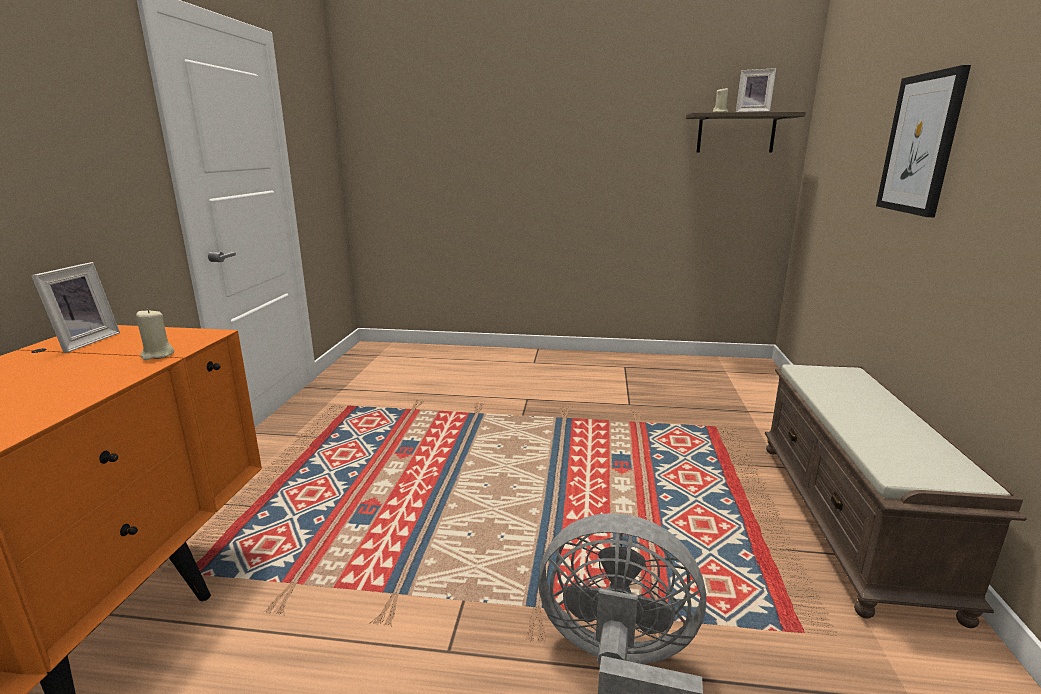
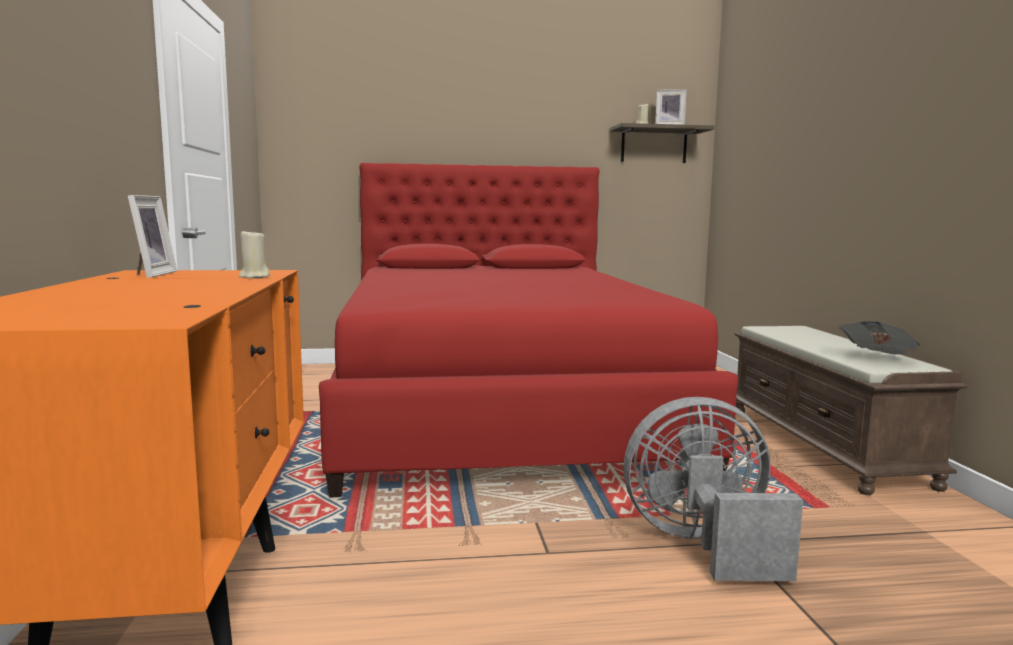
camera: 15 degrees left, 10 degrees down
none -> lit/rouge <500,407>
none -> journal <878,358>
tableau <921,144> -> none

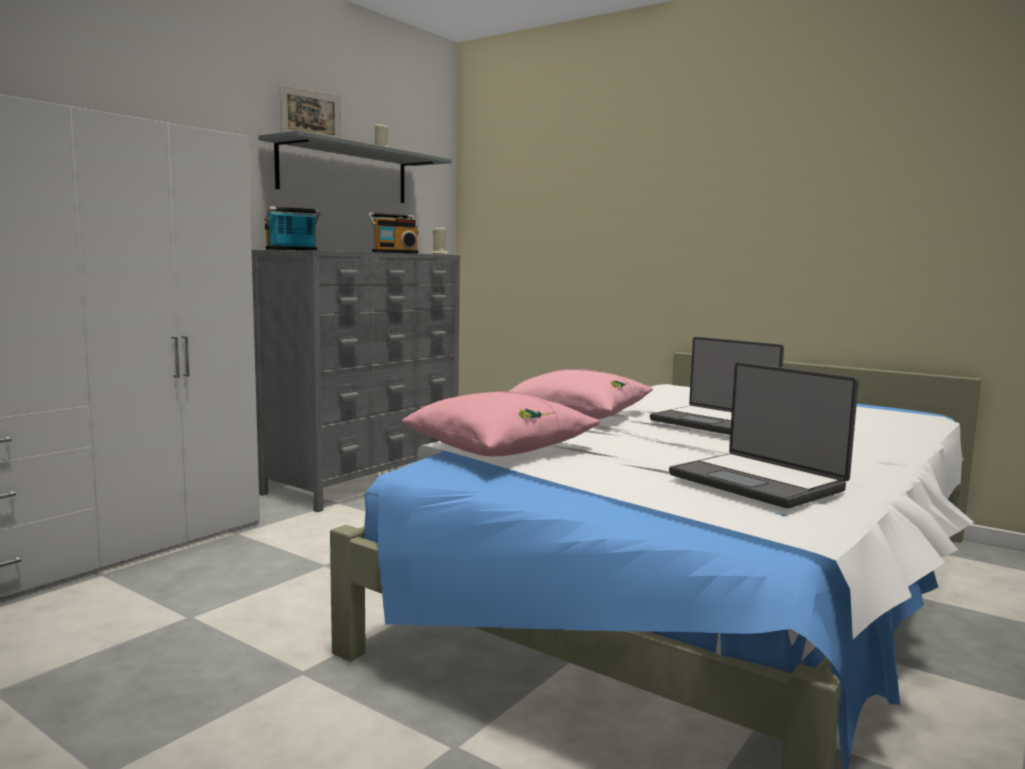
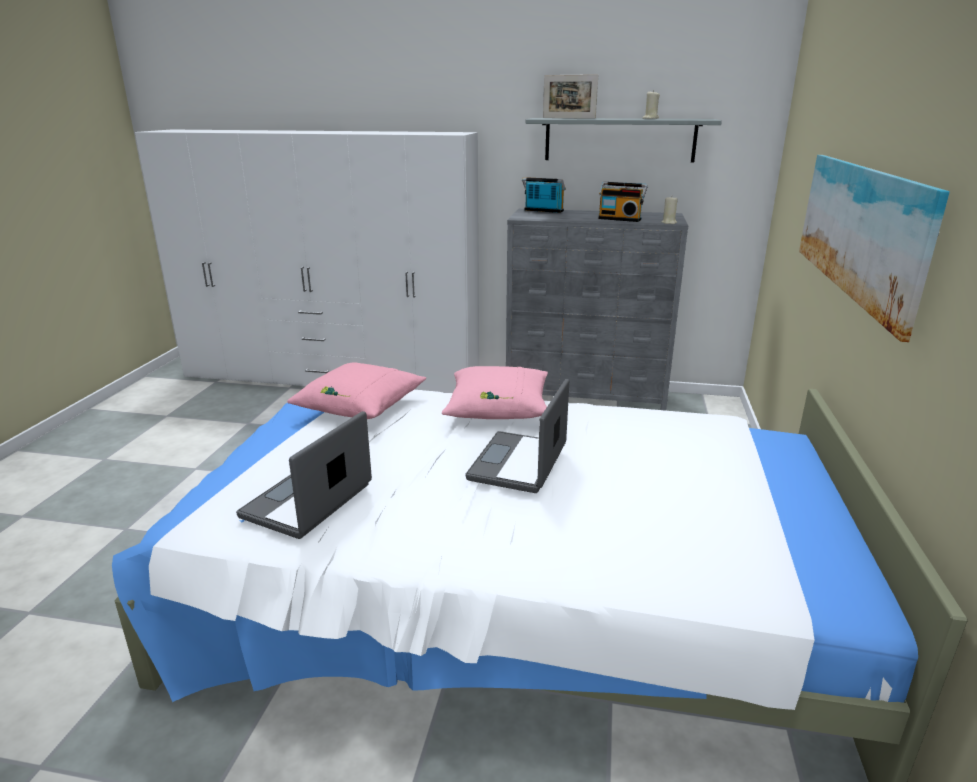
camera: 65 degrees right, 15 degrees up
none -> tableau <863,229>

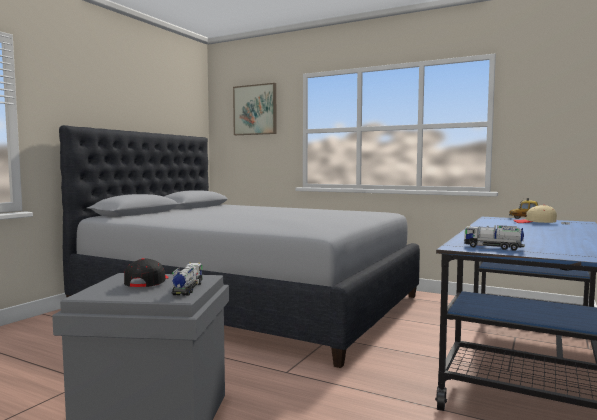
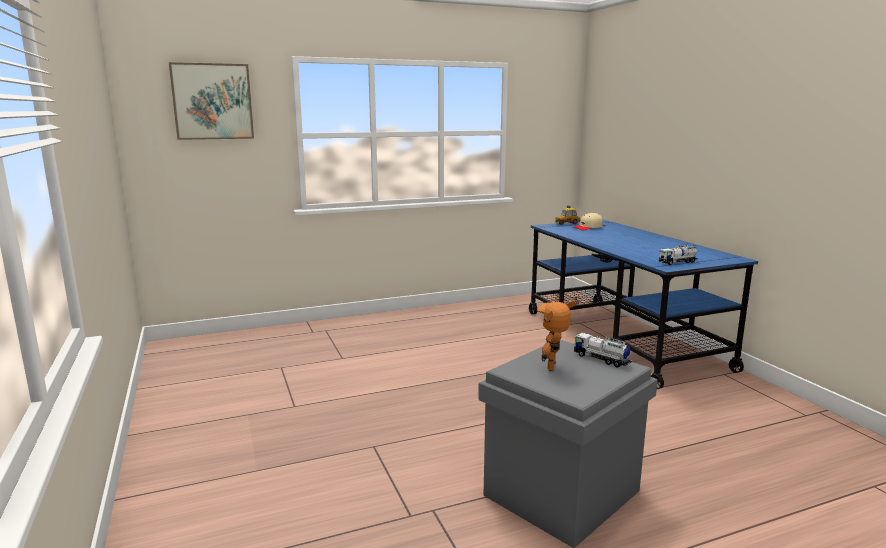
camera: 50 degrees left, 10 degrees up
casquette/noir <147,282> -> robot jouet <555,367>
lit/gris <249,302> -> none

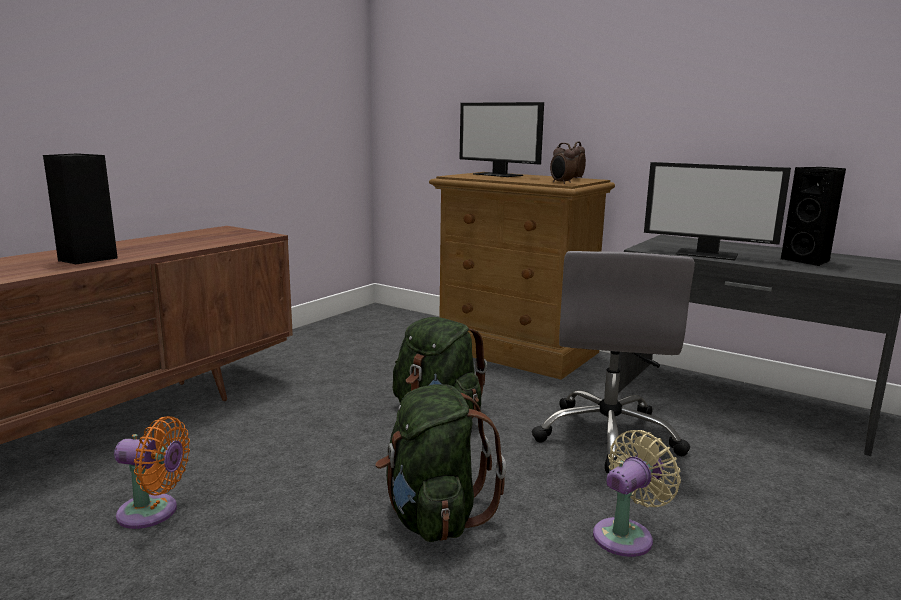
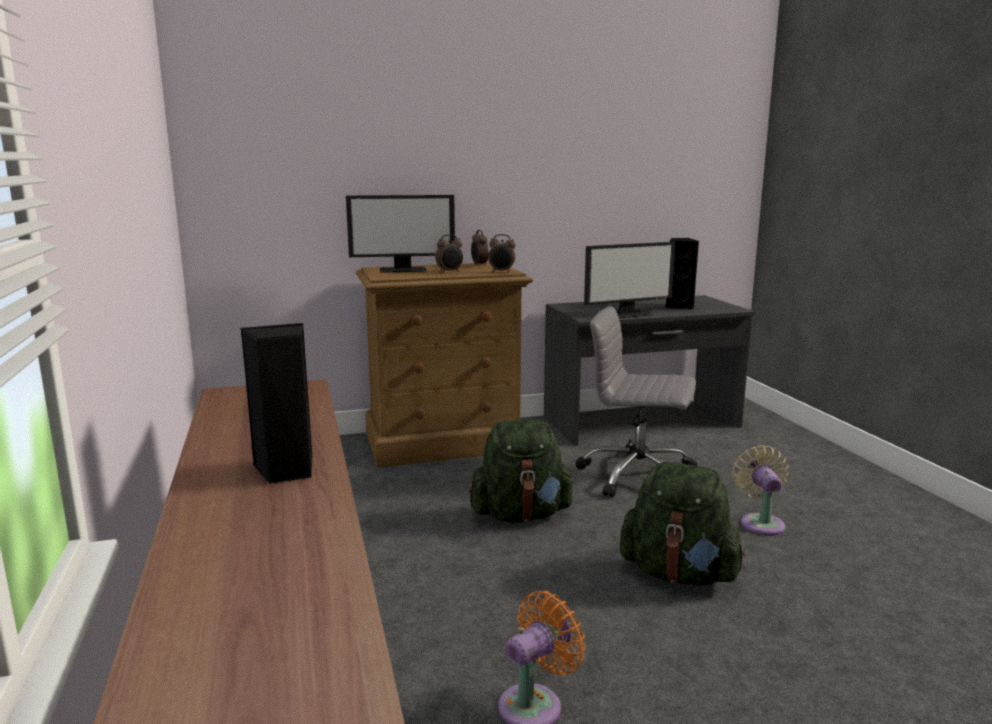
camera: 50 degrees left, 0 degrees up
none -> réveil <449,271>
chaise de bureau/gris <608,437> -> chaise de bureau/gris <637,475>, 150 degrees clockwise

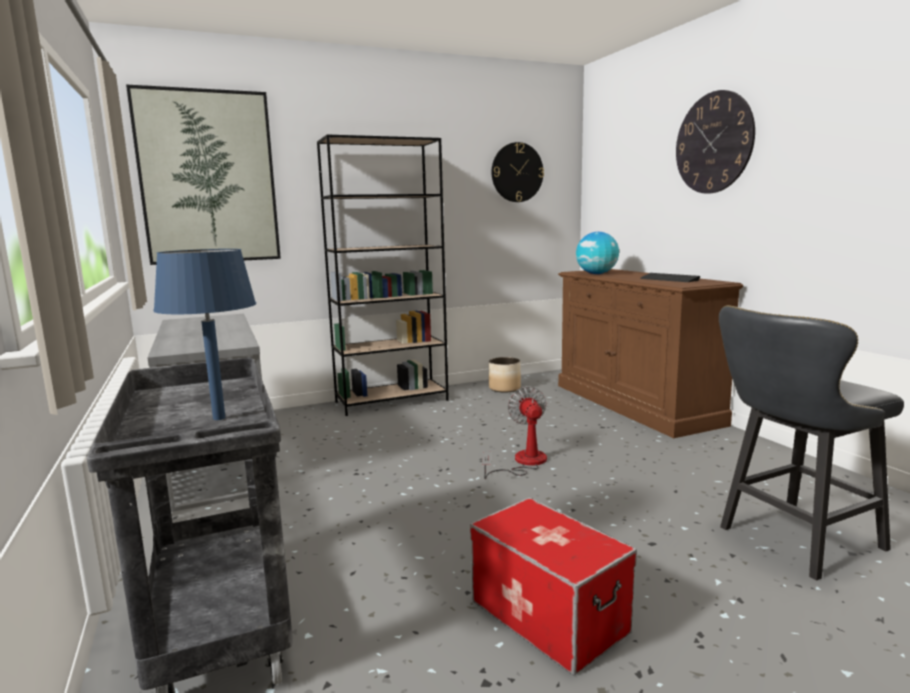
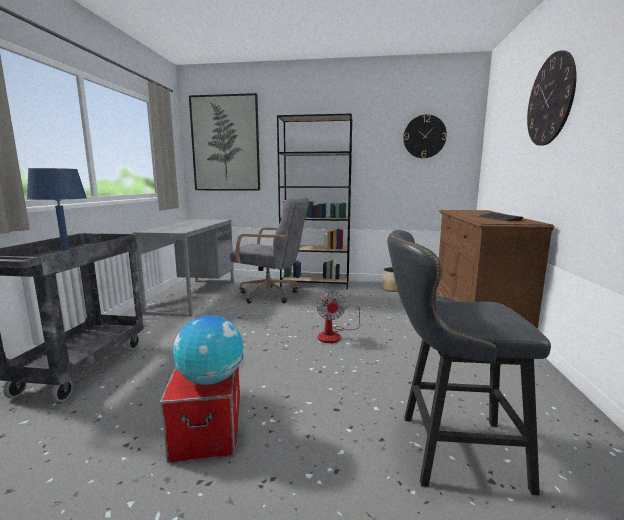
camera: 30 degrees right, 0 degrees up
globe <596,274> -> globe <211,379>, move
none -> chaise de bureau/gris <271,296>
ventilateur <523,463> -> ventilateur <334,335>, 150 degrees clockwise

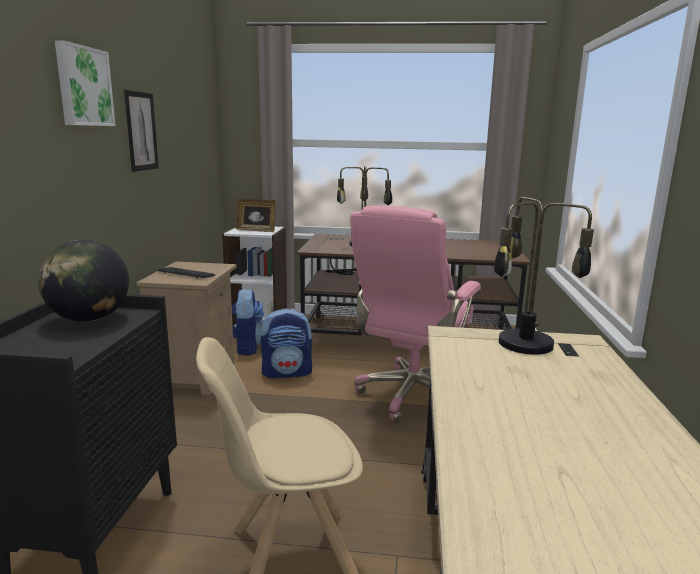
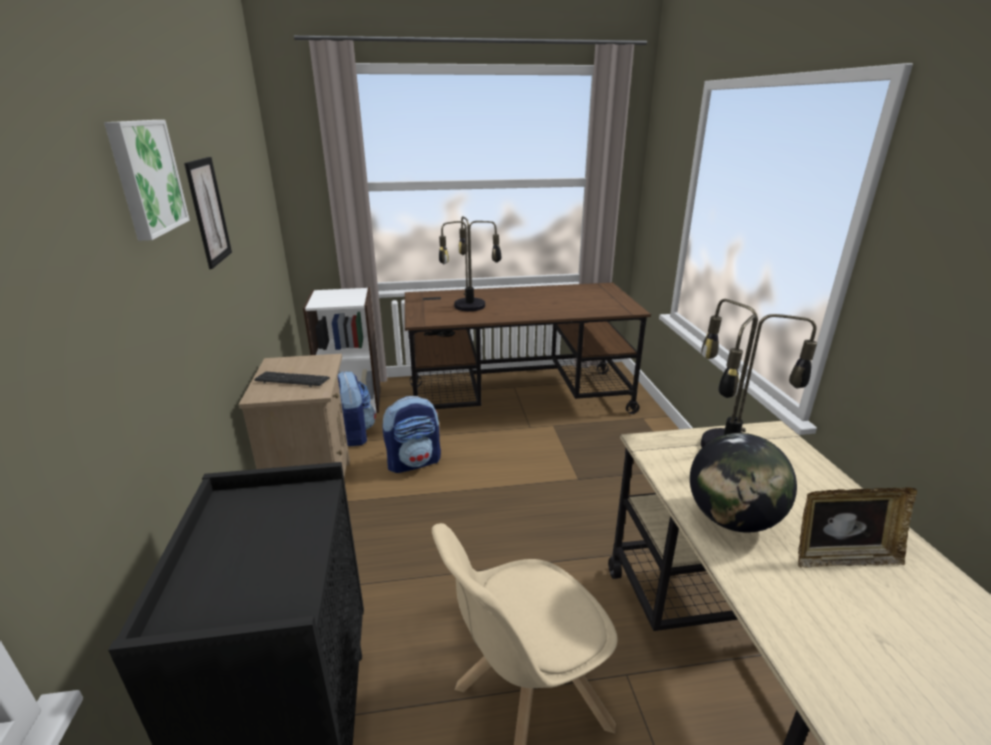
camera: 15 degrees left, 10 degrees up
globe <89,319> -> globe <731,519>, move
cadre photo <256,230> -> cadre photo <842,558>, move
chaise de bureau/rose <410,396> -> none

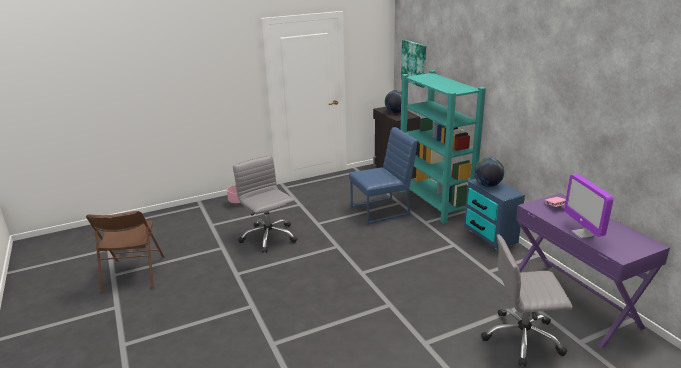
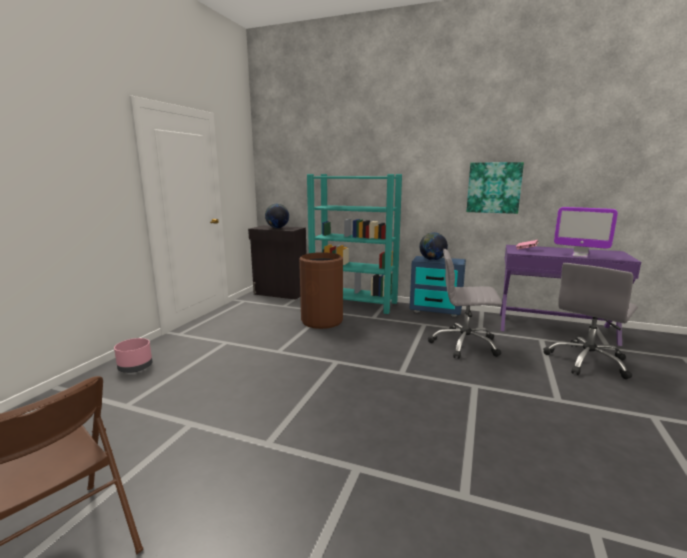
camera: 45 degrees left, 10 degrees down
chaise/bleu <382,210> -> poubelle/marron <322,321>
chaise de bureau/gris <268,237> -> chaise de bureau/gris <464,344>, move
tableau <414,63> -> tableau <494,187>, move

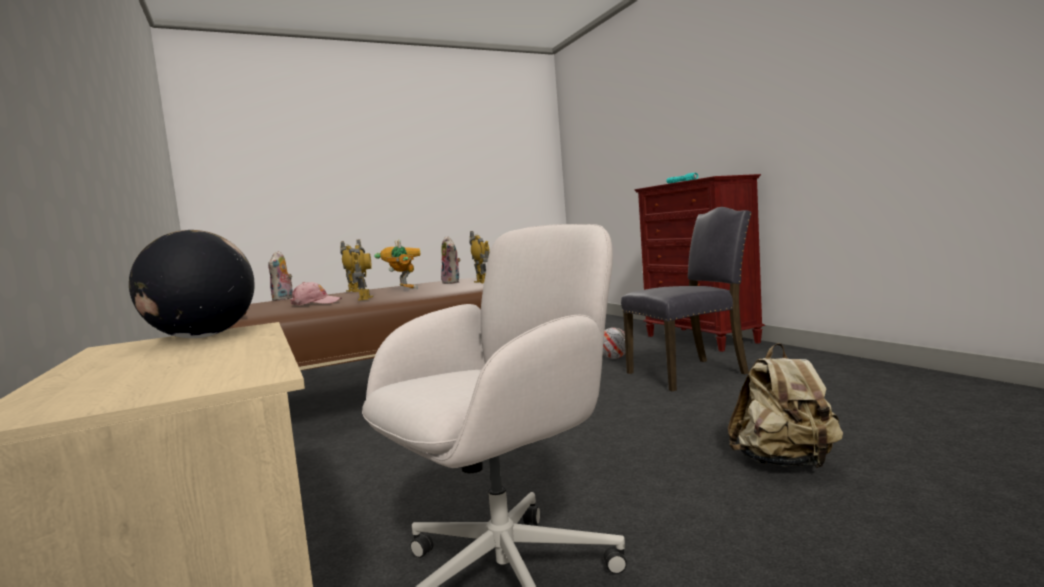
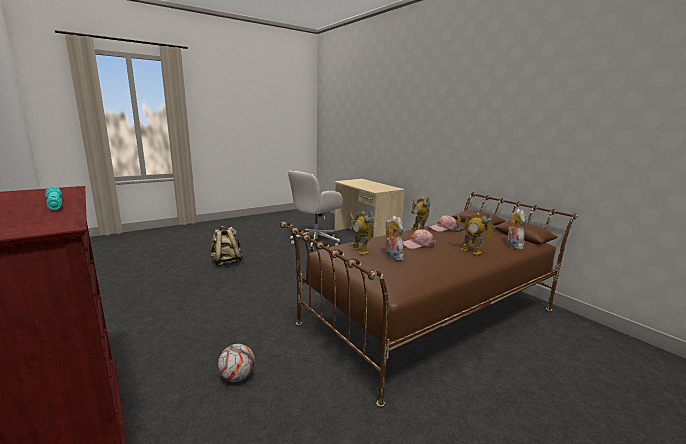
camera: 170 degrees right, 10 degrees up
robot jouet <402,289> -> casquette/rose <417,244>
globe <202,337> -> none
chaise/gris <690,373> -> none

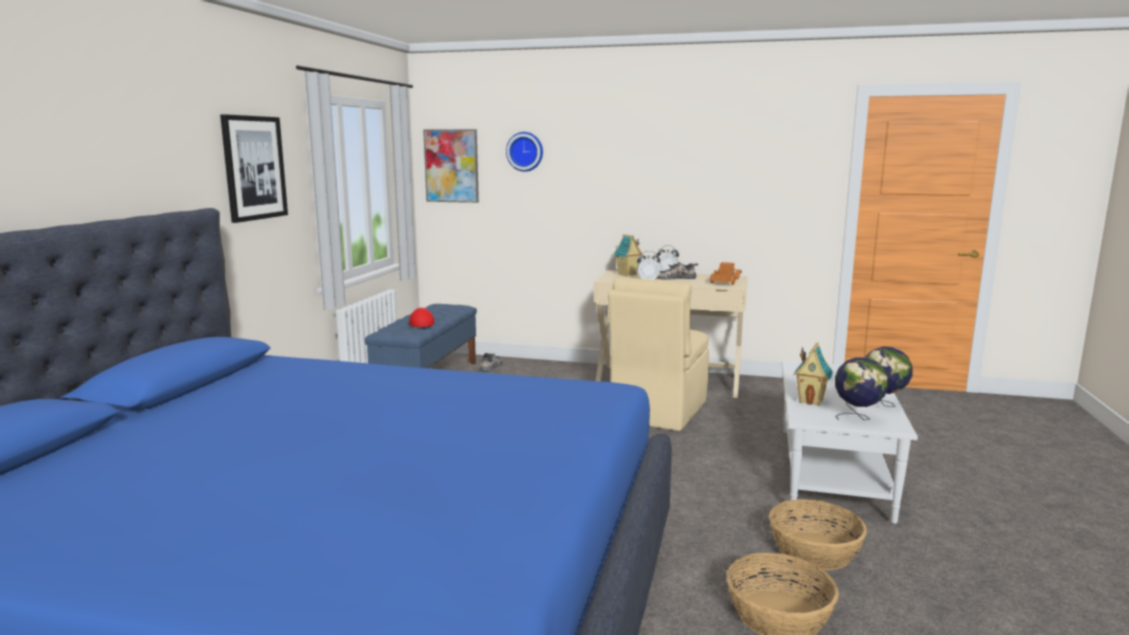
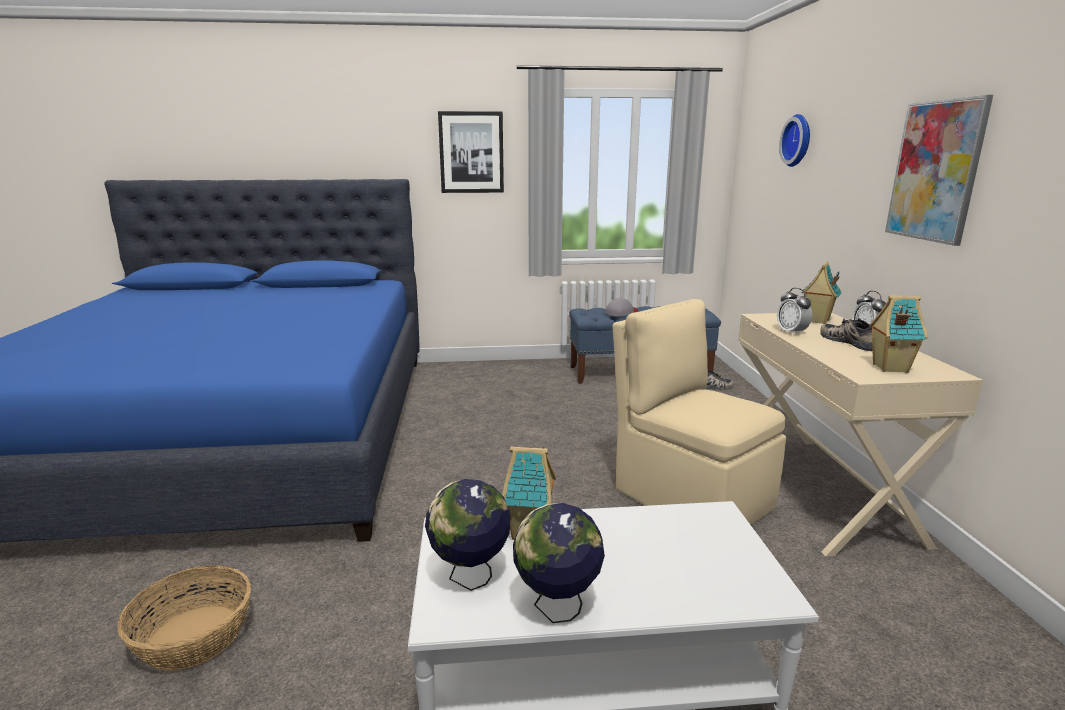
camera: 70 degrees right, 5 degrees up
casquette/rouge <421,322> -> casquette/gris <622,312>
chaise/beige <658,411> -> chaise/beige <689,497>, 45 degrees clockwise
camion jouet <724,281> -> maison miniature <889,368>
tableau <451,166> -> tableau <935,171>, move
panier <813,551> -> none

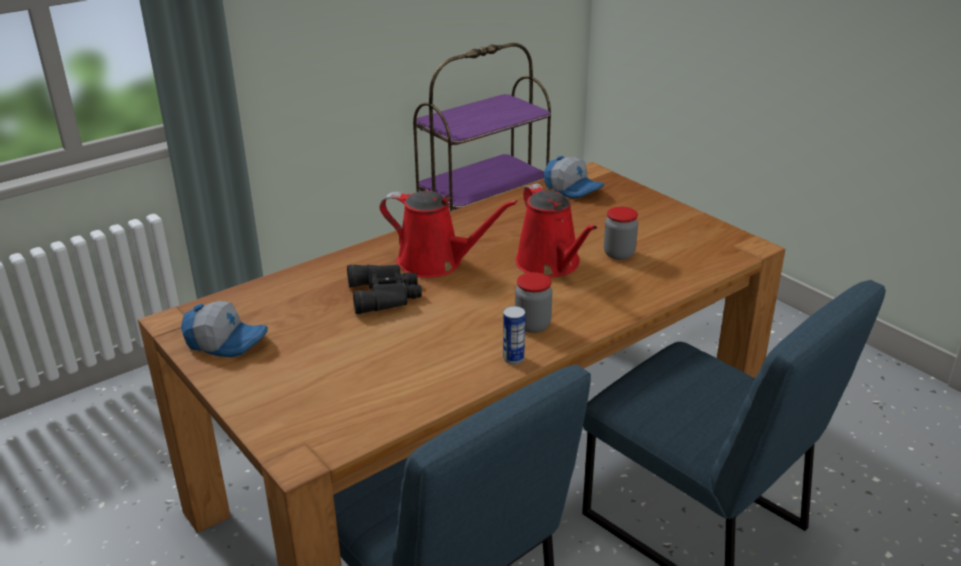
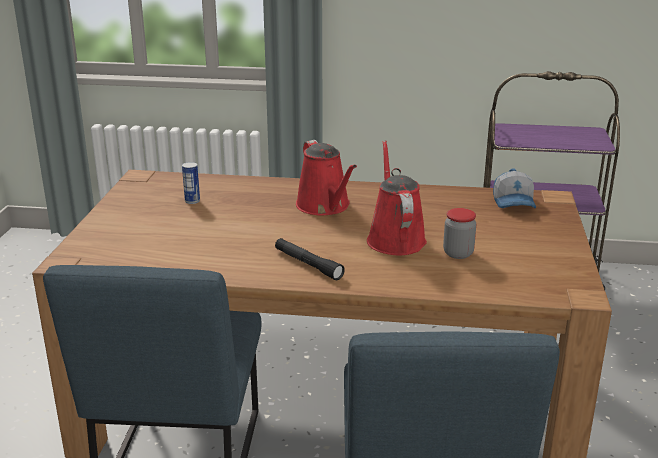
camera: 45 degrees right, 5 degrees down
boîte métallique <513,358> -> boîte métallique <192,201>, move
bocal <532,325> -> lampe de poche/noir <308,264>
arrosoir/rouge <551,264> -> arrosoir/rouge <394,238>, 150 degrees clockwise
casquette <226,341> -> none
jumelles/noir <386,295> -> none

